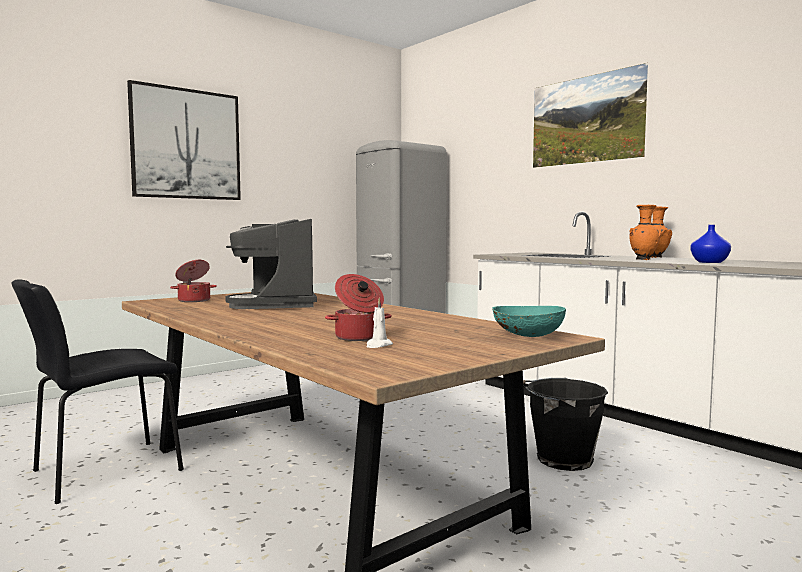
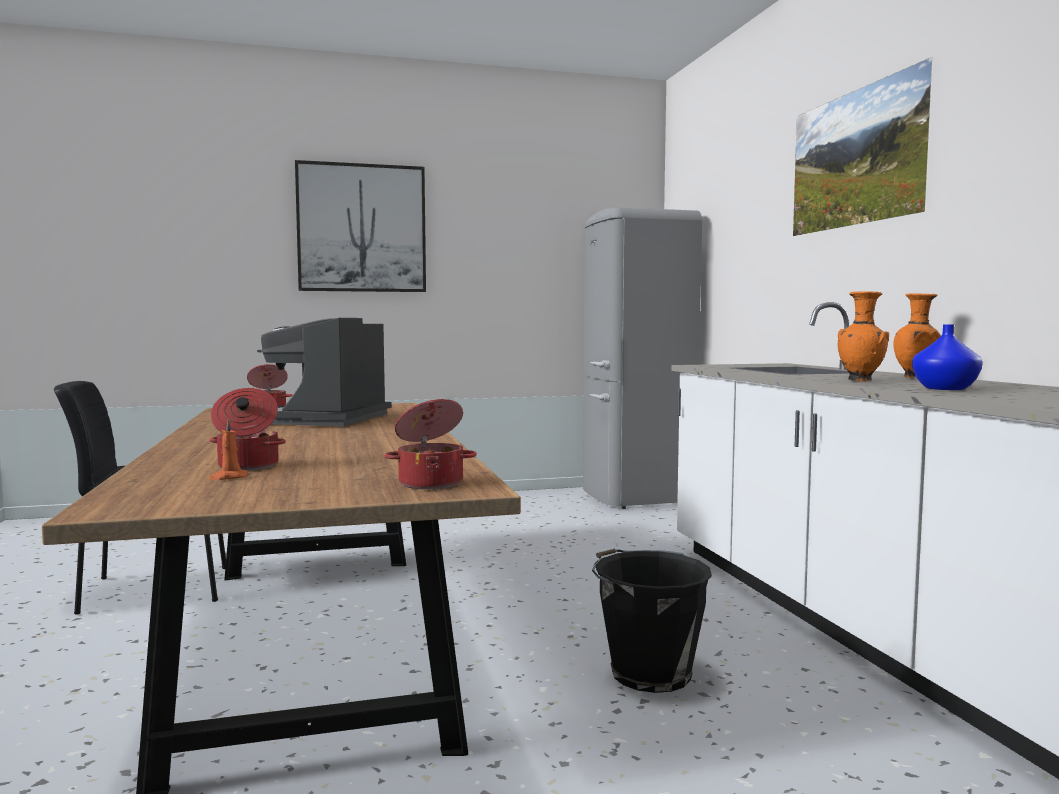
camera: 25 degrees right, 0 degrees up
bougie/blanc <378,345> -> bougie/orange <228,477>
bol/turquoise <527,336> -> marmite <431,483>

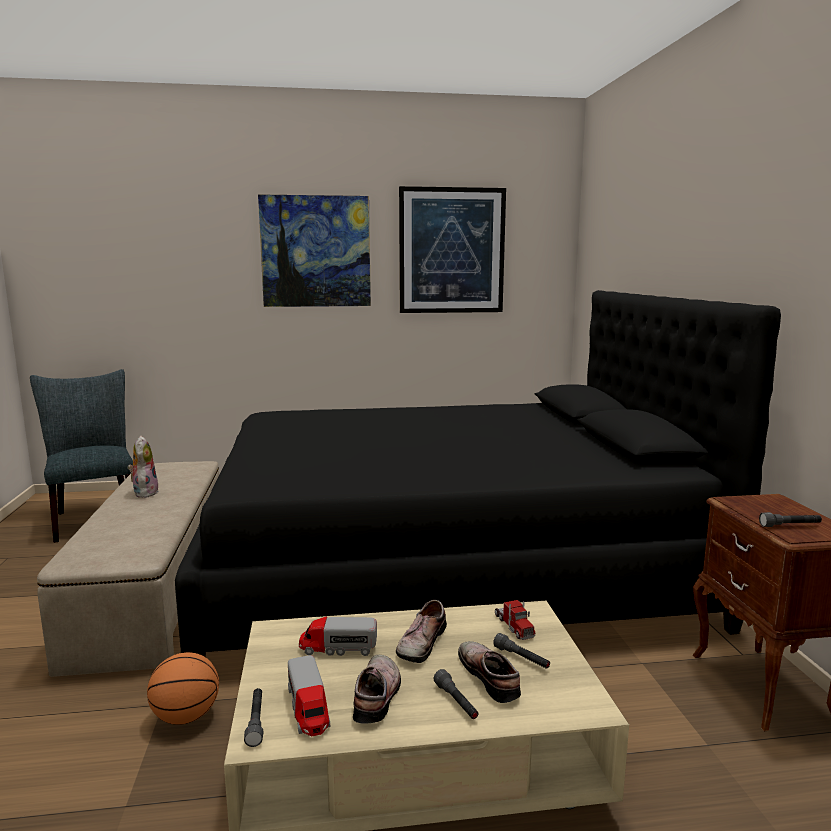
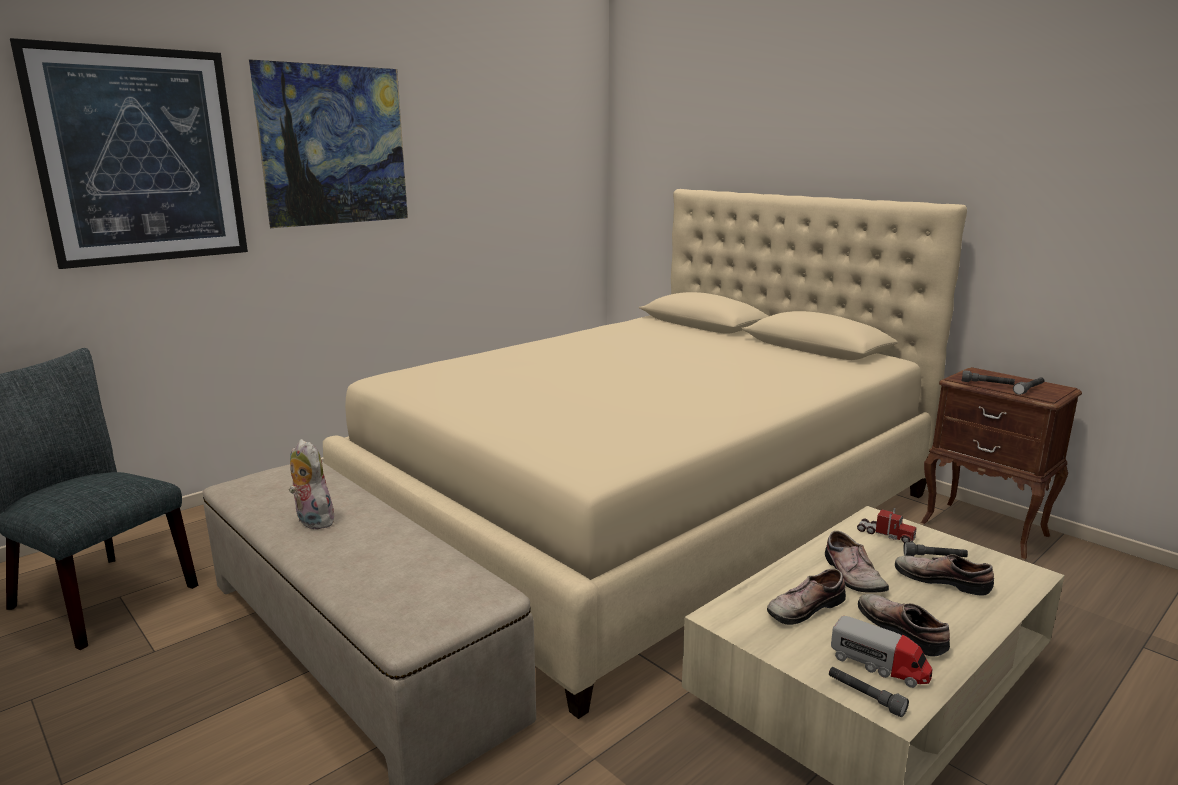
camera: 35 degrees left, 5 degrees up
tableau <451,251> -> tableau <141,157>, move
lit/noir <446,567> -> lit/beige <646,513>
camion jouet <338,648> -> chaussure <803,607>
lampe de poche/gris <456,702> -> lampe de poche/gris <987,384>, move
ballon de basket <186,717> -> none

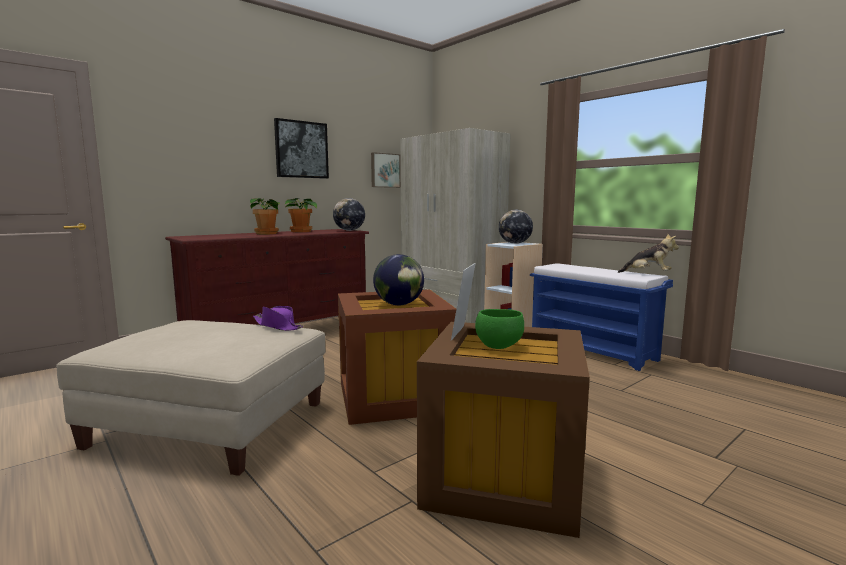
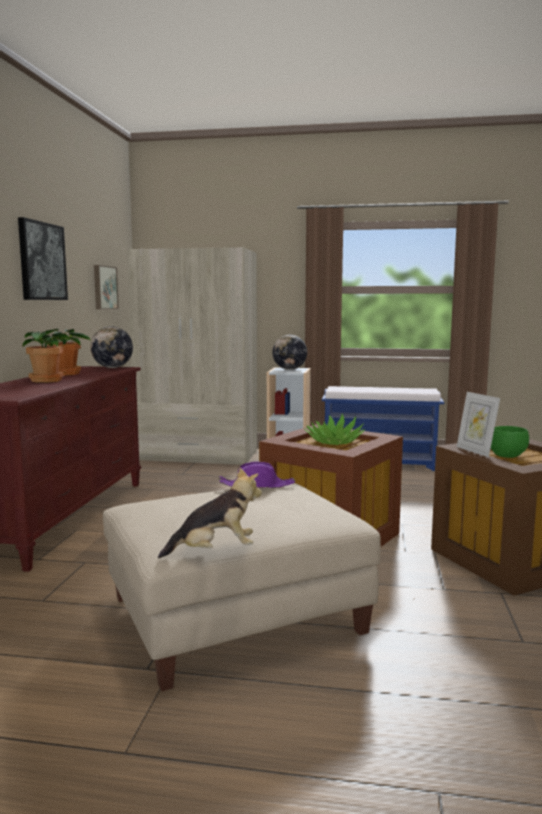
camera: 40 degrees left, 0 degrees up
peluche <648,274> -> peluche <215,551>, move
globe <398,304> -> plante en pot <334,442>

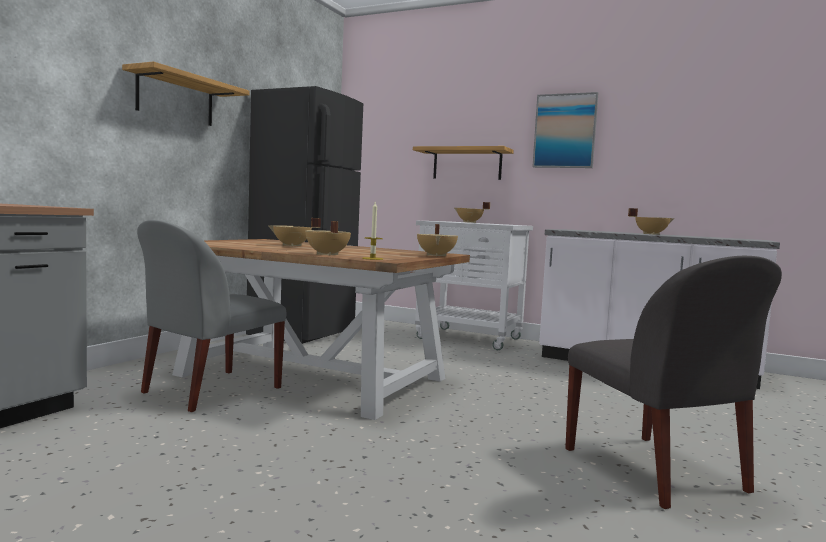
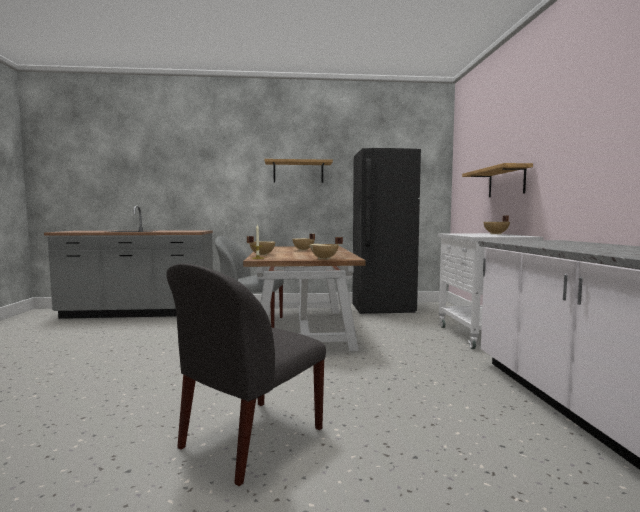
camera: 60 degrees right, 0 degrees up
tableau <565,131> -> none
marmite/beige <650,234> -> none

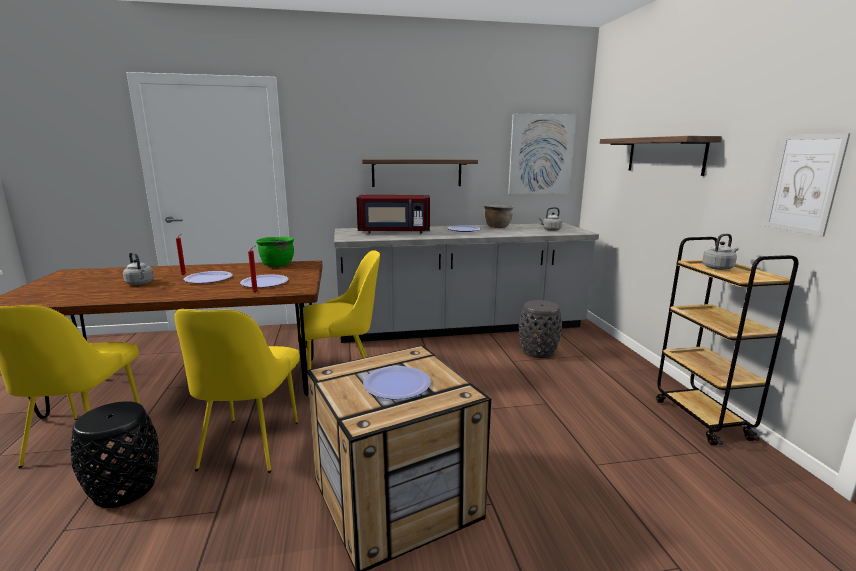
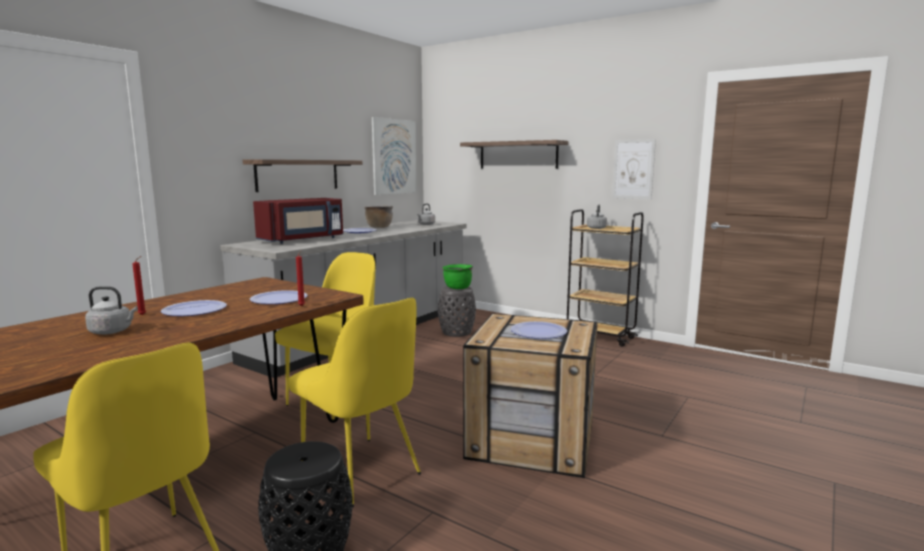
camera: 45 degrees left, 5 degrees down
marmite/vert <277,265> -> marmite/vert <457,288>, move

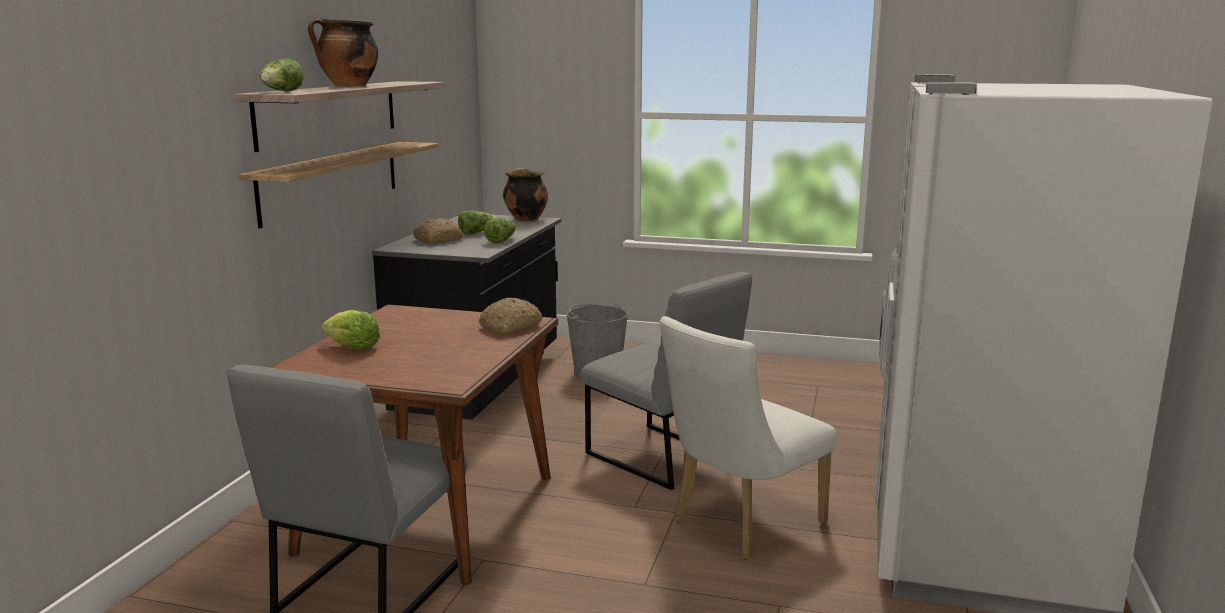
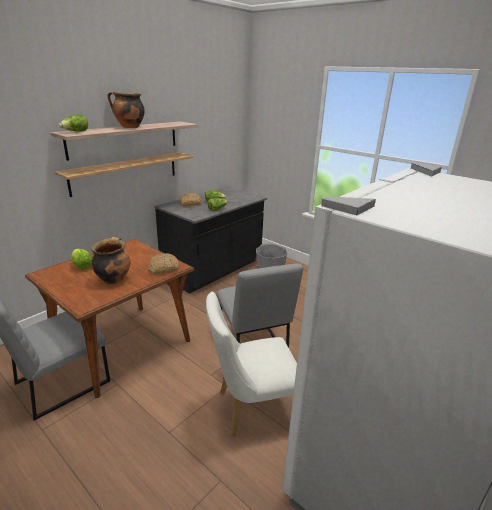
camera: 25 degrees right, 10 degrees up
marmite <525,219> -> marmite <113,279>, move

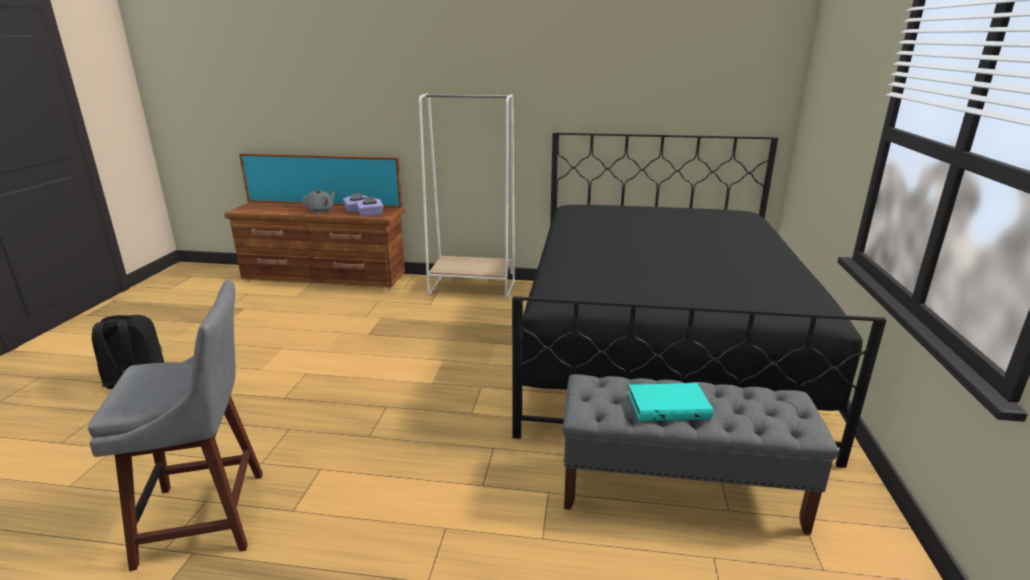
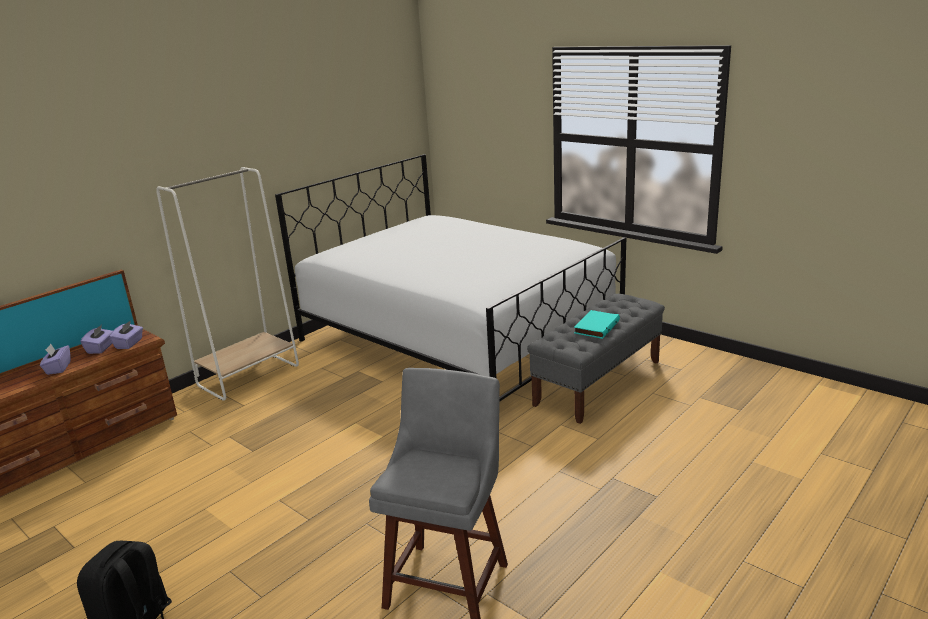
camera: 55 degrees left, 0 degrees up
théière/gris <321,211> -> boîte à mouchoirs/violet <58,368>
lit/noir <657,350> -> lit/blanc <457,336>

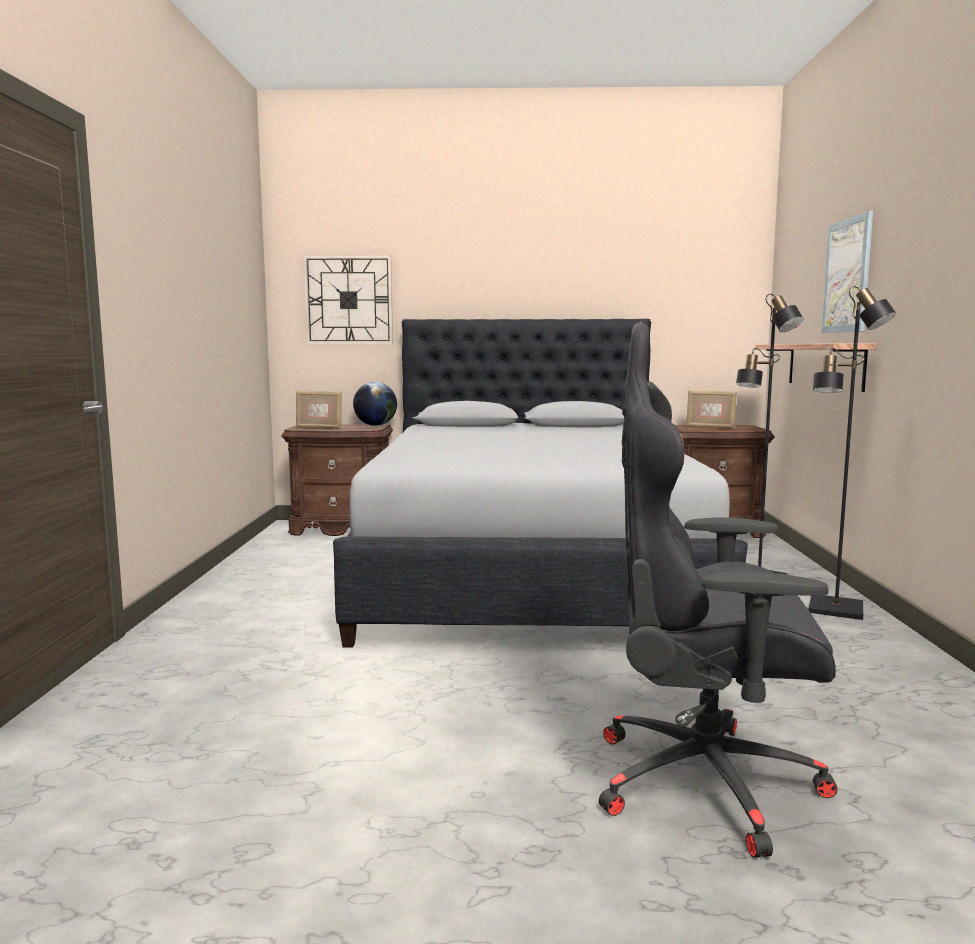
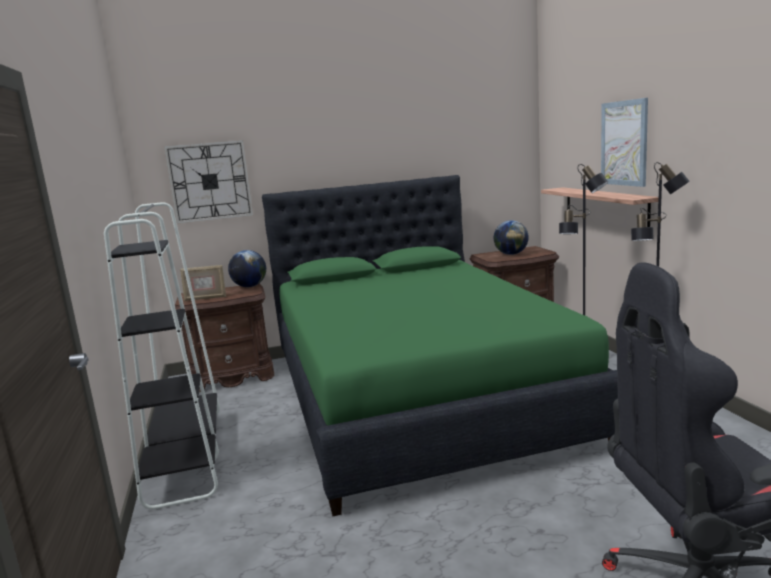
camera: 15 degrees left, 5 degrees up
none -> portant/noir <186,457>
lit/gris <529,569> -> lit/vert <417,394>
cadre photo <710,428> -> globe <511,254>

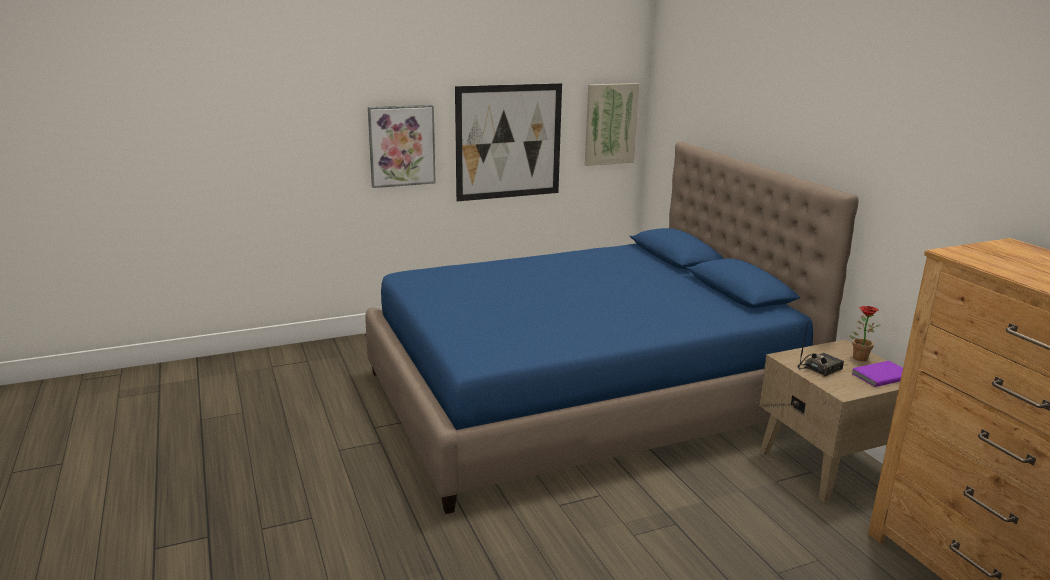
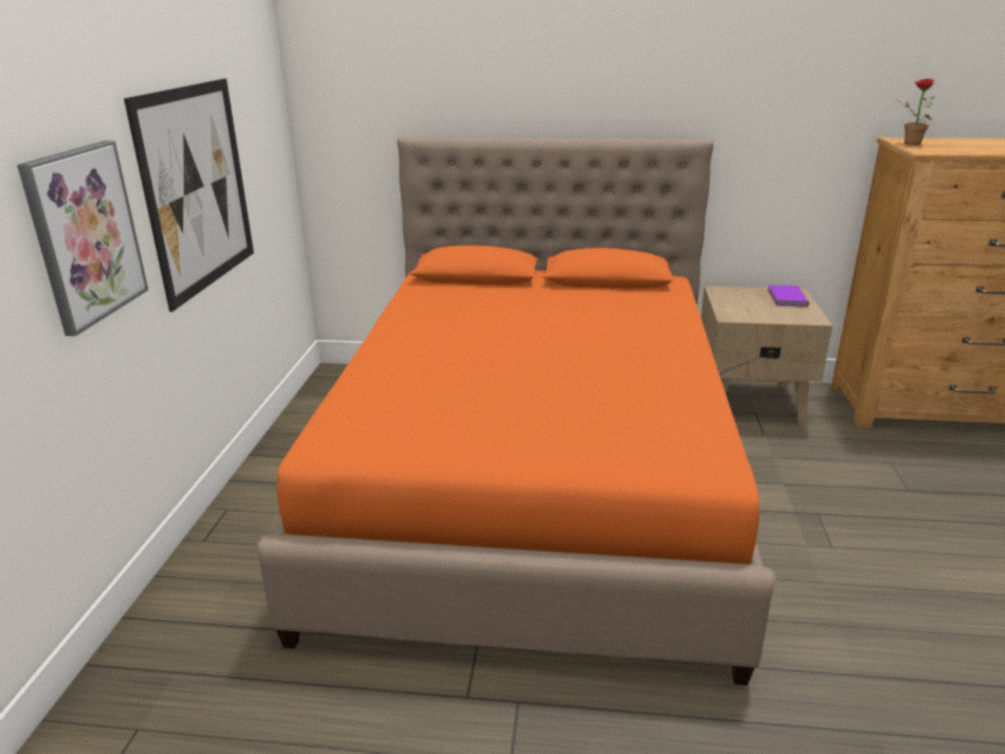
camera: 60 degrees left, 5 degrees up
lit/bleu <584,398> -> lit/orange <534,479>
plante en pot <858,357> -> plante en pot <908,143>, move
tableau <610,124> -> none
radio <819,368> -> none

